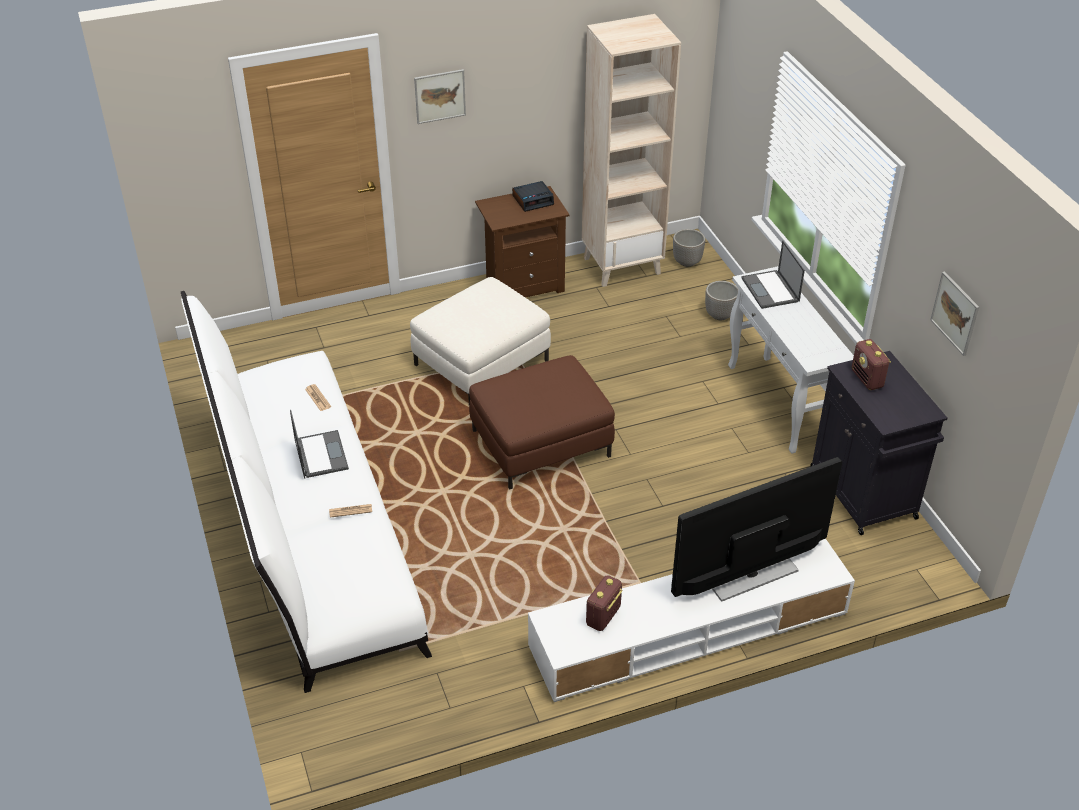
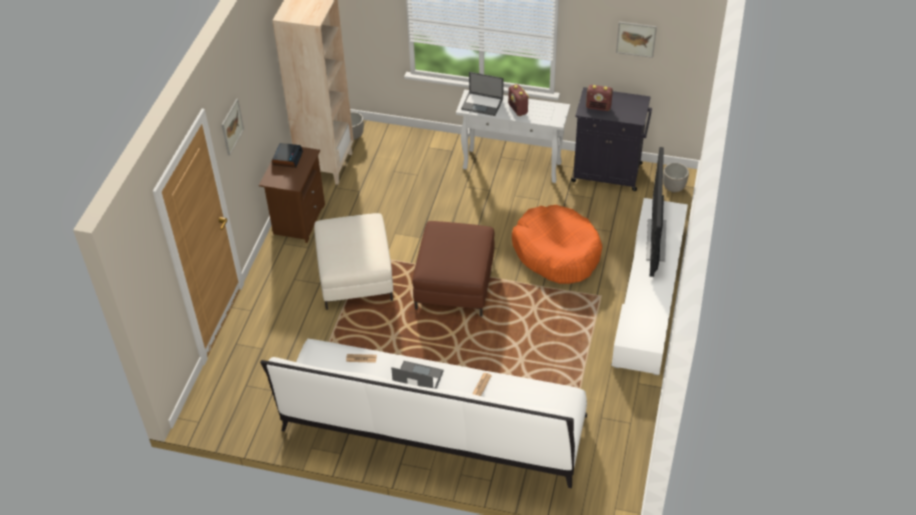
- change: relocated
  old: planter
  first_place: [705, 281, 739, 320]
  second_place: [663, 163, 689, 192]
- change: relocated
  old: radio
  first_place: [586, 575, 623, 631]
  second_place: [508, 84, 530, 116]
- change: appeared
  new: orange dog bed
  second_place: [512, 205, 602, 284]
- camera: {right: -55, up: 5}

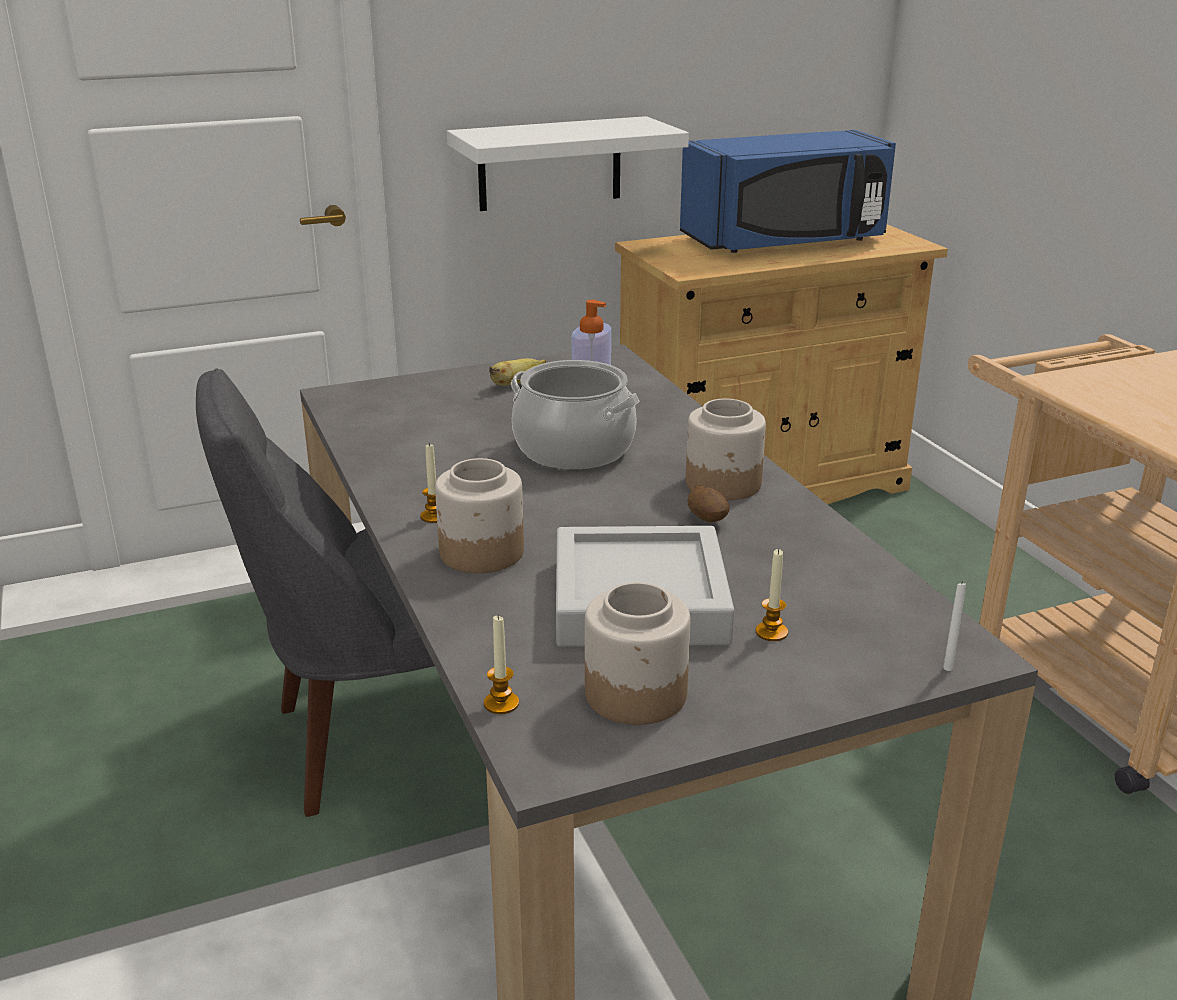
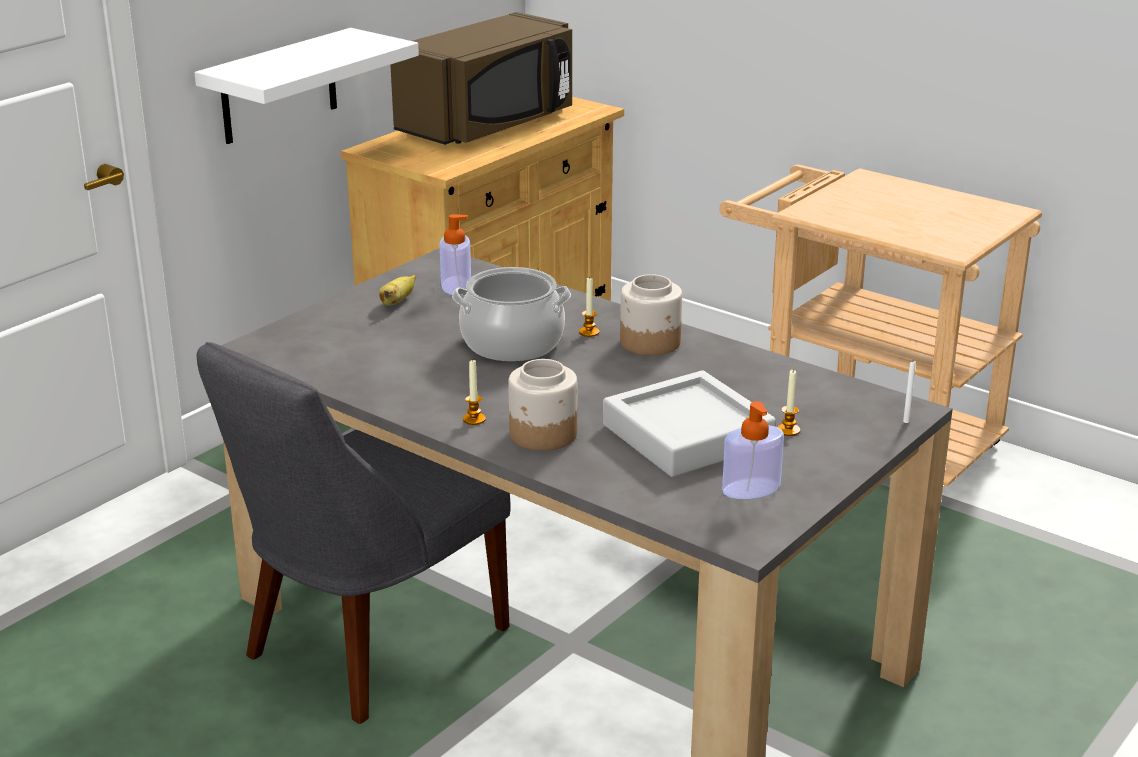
- change: colour
  old: blue microwave
  new: brown microwave
  first_place: [680, 130, 896, 253]
  second_place: [390, 12, 572, 145]
- change: missing
  old: potato
  first_place: [688, 485, 730, 522]
- change: exchanged
  old: jar
  new: soap dispenser
  first_place: [585, 582, 691, 725]
  second_place: [722, 401, 784, 499]
- change: relocated
  old: candle
  first_place: [484, 616, 519, 714]
  second_place: [579, 276, 599, 337]
- camera: {right: -30, up: 0}

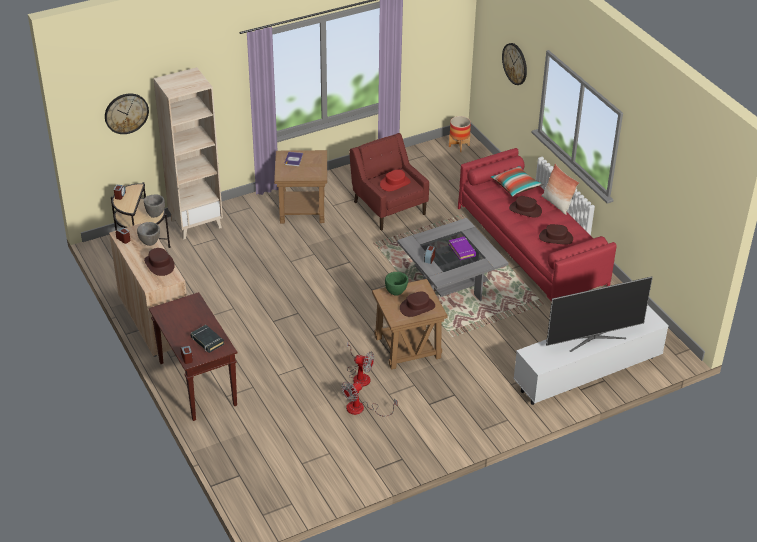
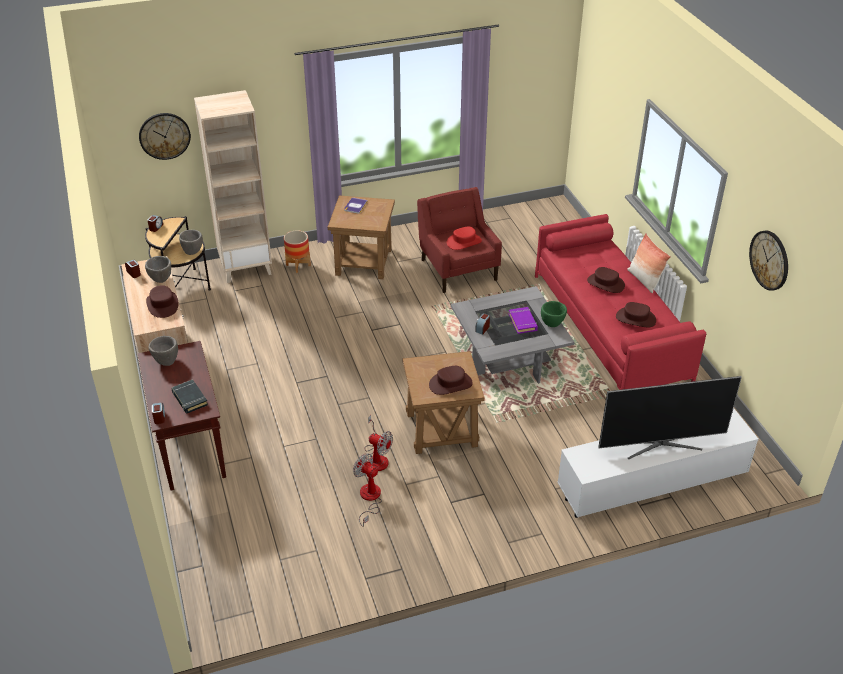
- change: relocated
  old: wall clock
  first_place: [502, 43, 527, 85]
  second_place: [749, 231, 788, 291]
- change: relocated
  old: planter
  first_place: [449, 116, 471, 152]
  second_place: [284, 230, 311, 273]
- change: missing
  old: pillow
  first_place: [491, 166, 543, 197]
- change: relocated
  old: green bowl
  first_place: [385, 272, 408, 296]
  second_place: [541, 301, 567, 327]
- change: spun
  old: fan
  first_place: [342, 381, 398, 416]
  second_place: [353, 454, 382, 527]
  degrees: 75
- change: appeared
  new: grey bowl
  second_place: [149, 336, 178, 366]
- camera: {right: 10, up: 0}

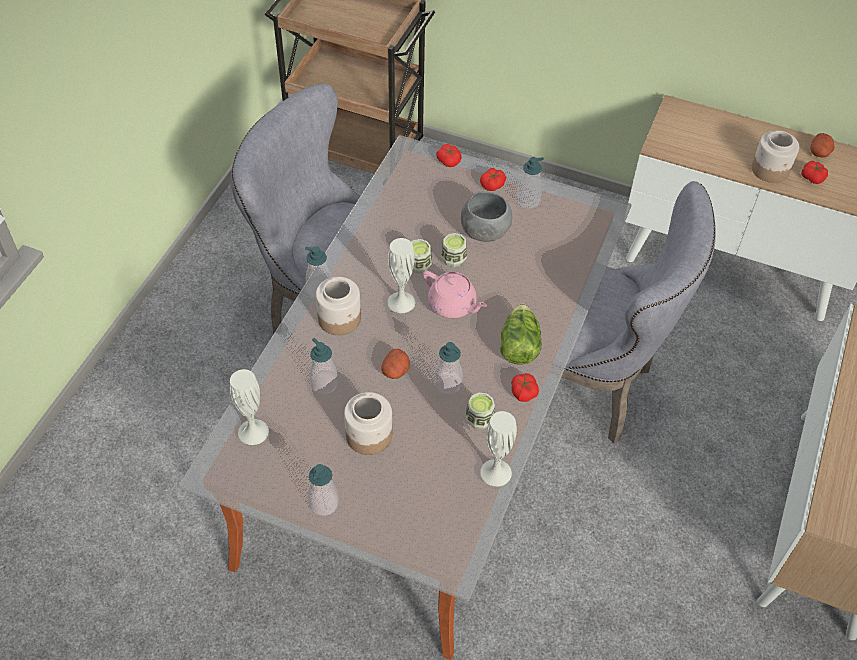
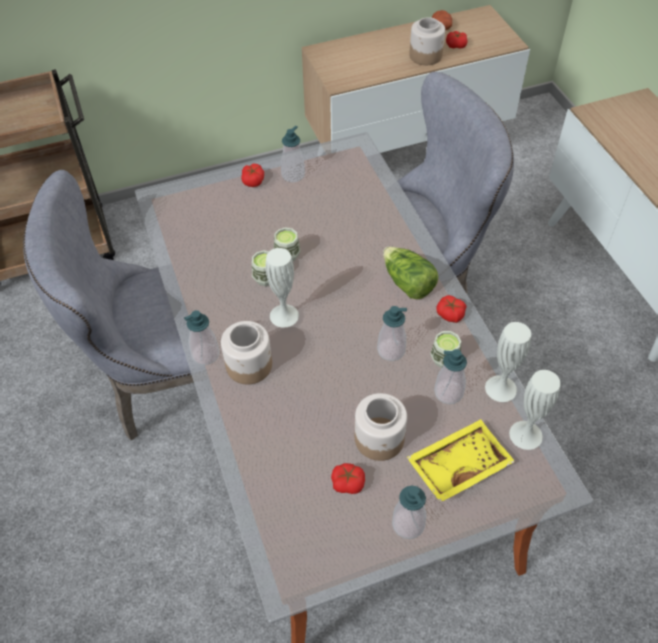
- change: relocated
  old: tomato
  first_place: [436, 144, 462, 167]
  second_place: [331, 463, 365, 494]
- change: missing
  old: grey bowl
  first_place: [461, 191, 512, 242]
- change: missing
  old: pink teapot
  first_place: [423, 271, 487, 319]
- change: relocated
  old: soap dispenser
  first_place: [310, 338, 338, 394]
  second_place: [434, 349, 467, 404]
- change: missing
  old: potato
  first_place: [381, 349, 410, 379]
- change: relocated
  old: white vase
  first_place: [229, 369, 269, 445]
  second_place: [509, 370, 561, 450]
- change: appeared
  new: yellow tray
  second_place: [407, 419, 515, 503]
- camera: {right: -40, up: 0}

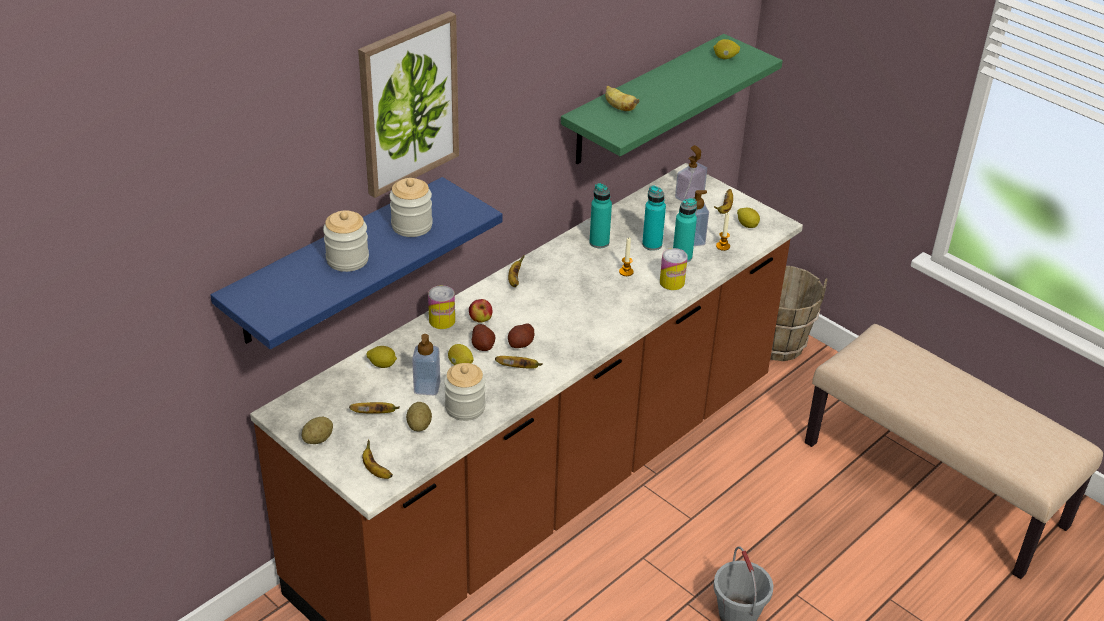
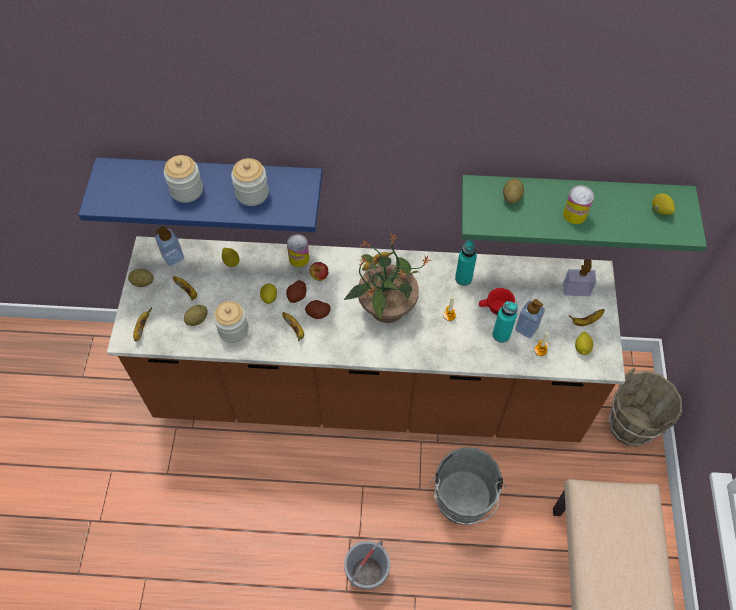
- change: missing
  old: picture
  first_place: [358, 11, 459, 198]
- change: exchanged
  old: banana
  new: potato
  first_place: [605, 86, 639, 111]
  second_place: [503, 178, 524, 204]
- change: exchanged
  old: turquoise bottle
  new: red cup
  first_place: [642, 185, 666, 251]
  second_place: [479, 288, 515, 315]
- change: relocated
  old: can
  first_place: [660, 248, 688, 290]
  second_place: [563, 185, 594, 224]
- change: relocated
  old: soap dispenser
  first_place: [412, 334, 440, 395]
  second_place: [155, 226, 184, 266]
- change: appeared
  new: potted plant
  second_place: [344, 233, 432, 323]
- change: appeared
  new: grey bucket
  second_place: [430, 447, 506, 525]
- camera: {right: 50, up: 20}

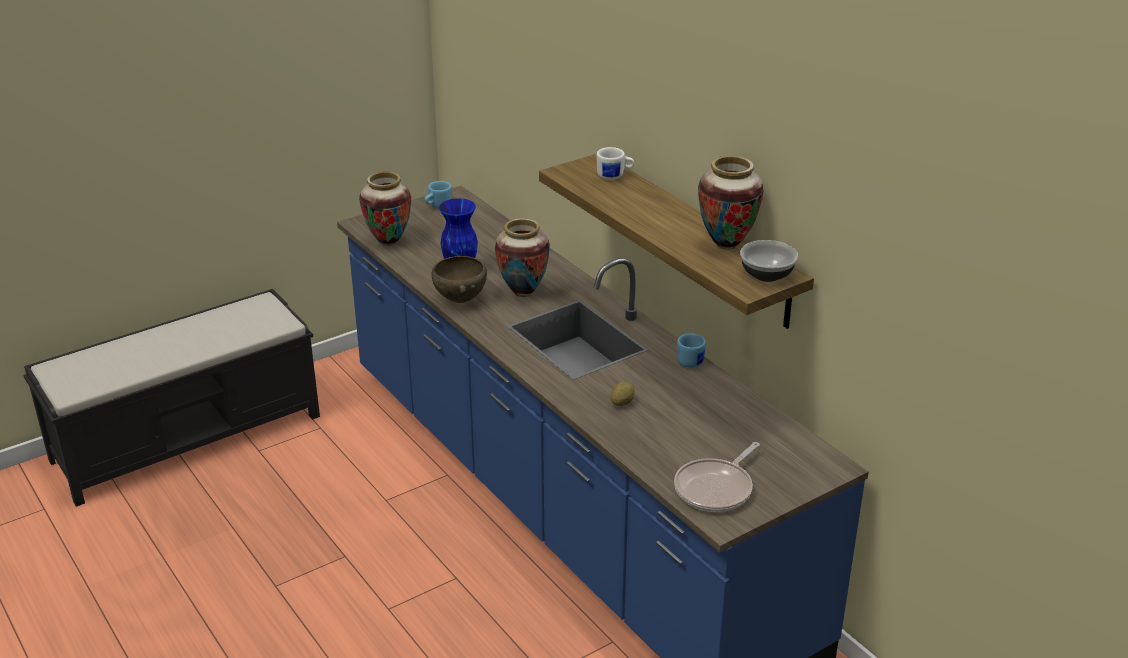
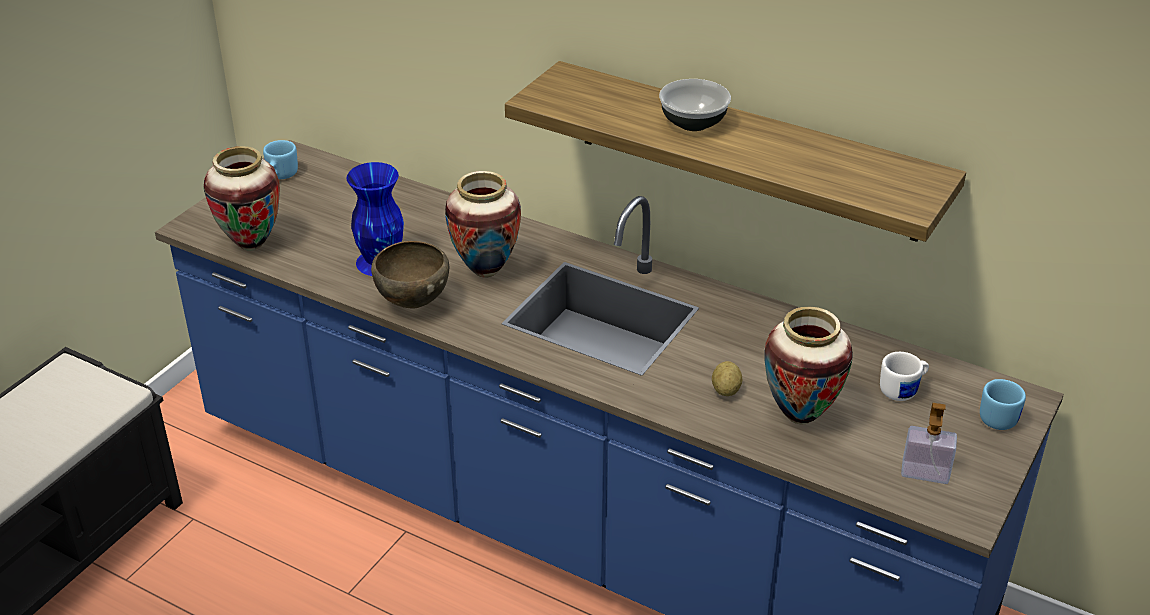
- change: relocated
  old: white mug
  first_place: [596, 147, 634, 180]
  second_place: [880, 352, 929, 401]
- change: relocated
  old: vase
  first_place: [698, 156, 764, 250]
  second_place: [765, 306, 853, 425]
- change: relocated
  old: bowl
  first_place: [740, 240, 798, 282]
  second_place: [659, 79, 731, 131]
- change: relocated
  old: blue mug
  first_place: [677, 333, 706, 368]
  second_place: [980, 379, 1026, 430]
- change: exchanged
  old: frying pan
  new: soap dispenser
  first_place: [674, 442, 760, 512]
  second_place: [901, 403, 957, 484]
- camera: {right: -25, up: 5}

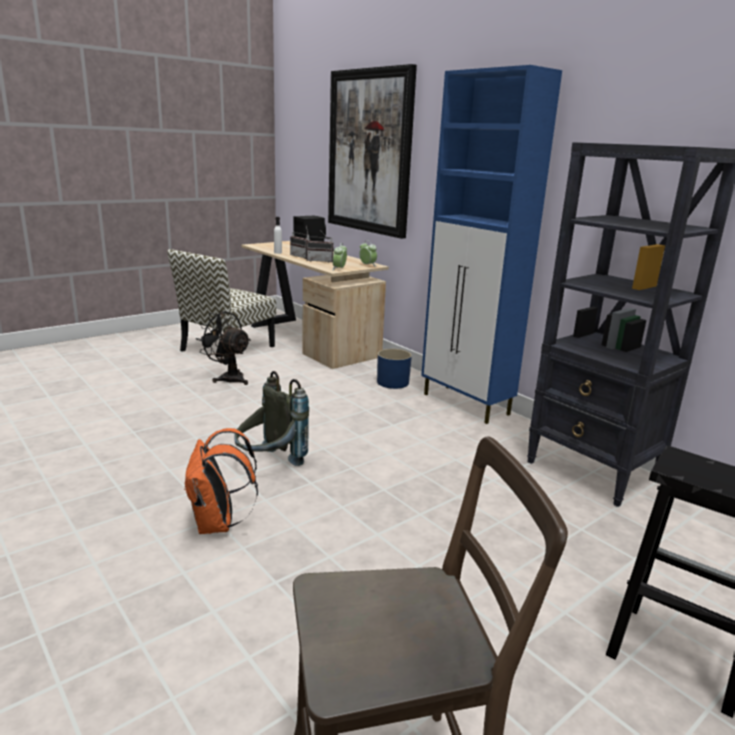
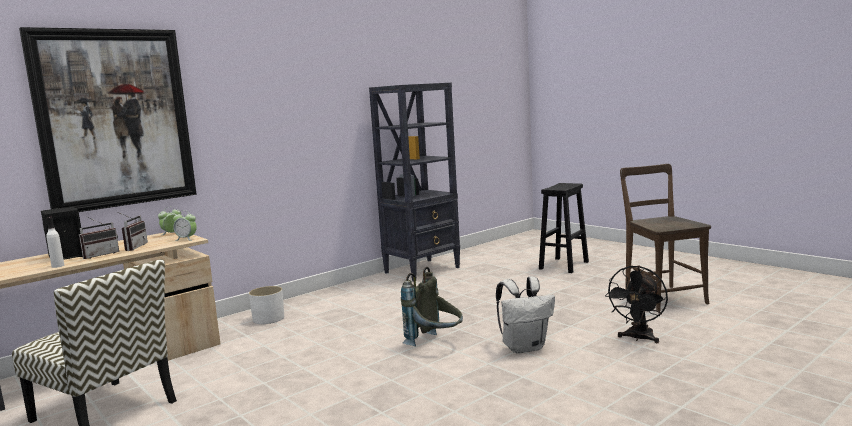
- change: missing
  old: blue cabinet
  first_place: [421, 65, 562, 424]
- change: relocated
  old: black fan
  first_place: [196, 311, 251, 385]
  second_place: [605, 266, 668, 343]
- change: colour
  old: blue planter
  new: white planter
  first_place: [377, 349, 412, 389]
  second_place: [249, 286, 284, 324]
- change: colour
  old: orange backpack
  new: white backpack
  first_place: [184, 428, 258, 534]
  second_place: [496, 276, 555, 354]
- camera: {right: -90, up: -10}

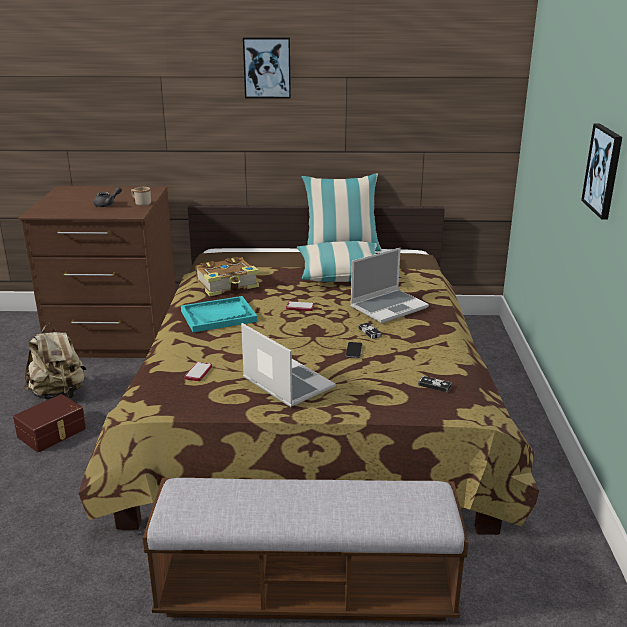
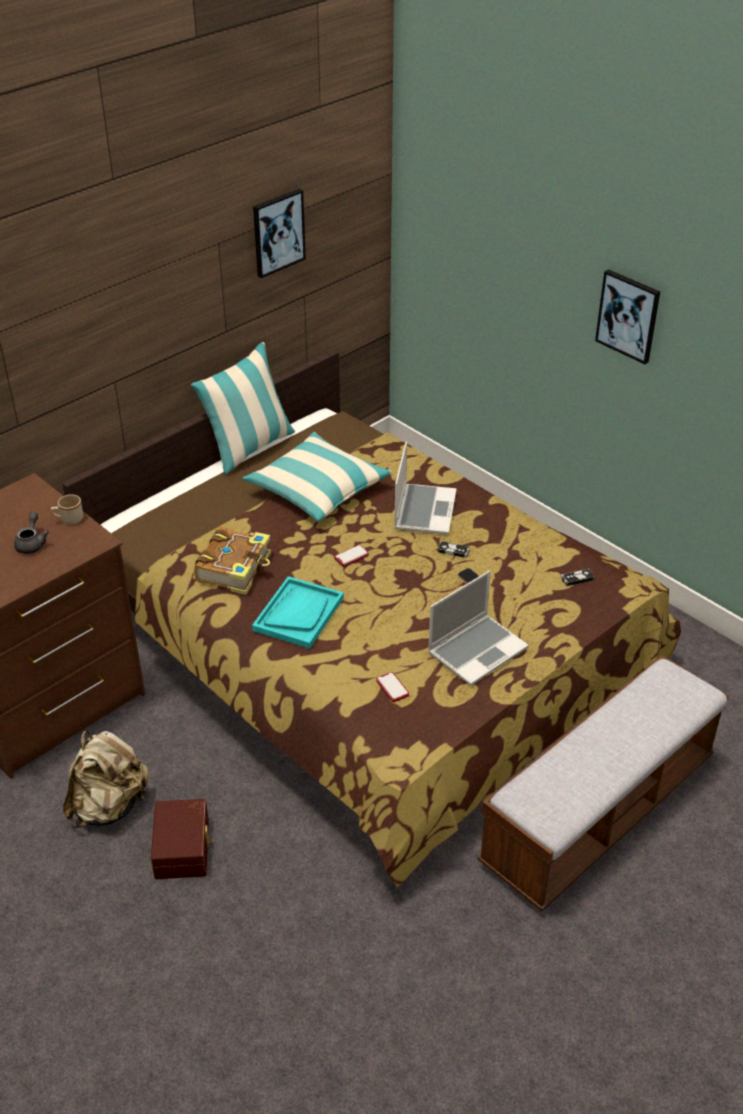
- change: relocated
  old: picture
  first_place: [243, 37, 291, 99]
  second_place: [253, 189, 306, 278]
- change: spun
  old: laptop
  first_place: [241, 323, 336, 407]
  second_place: [428, 570, 529, 686]
  degrees: 135
- camera: {right: -45, up: 15}

